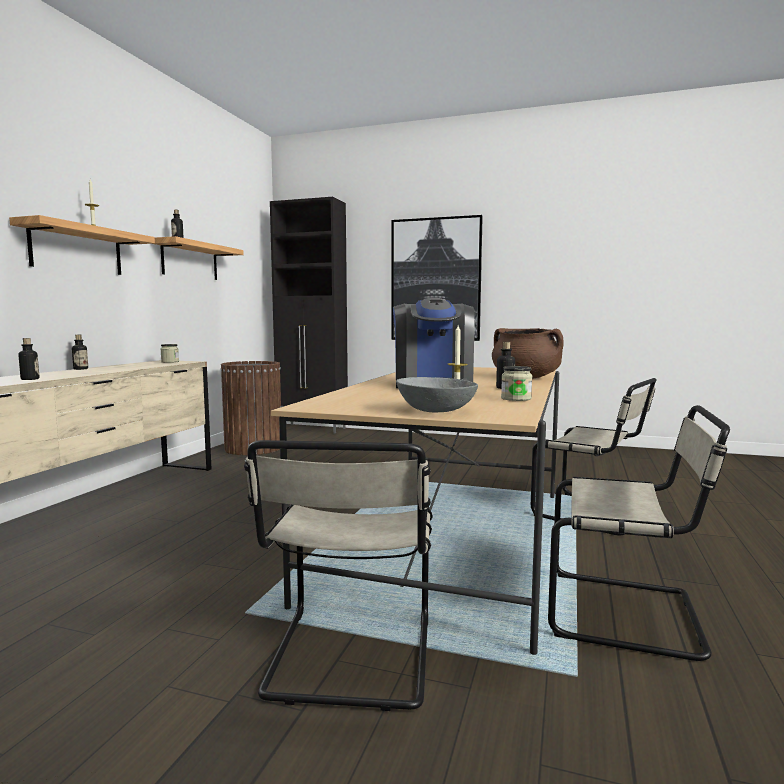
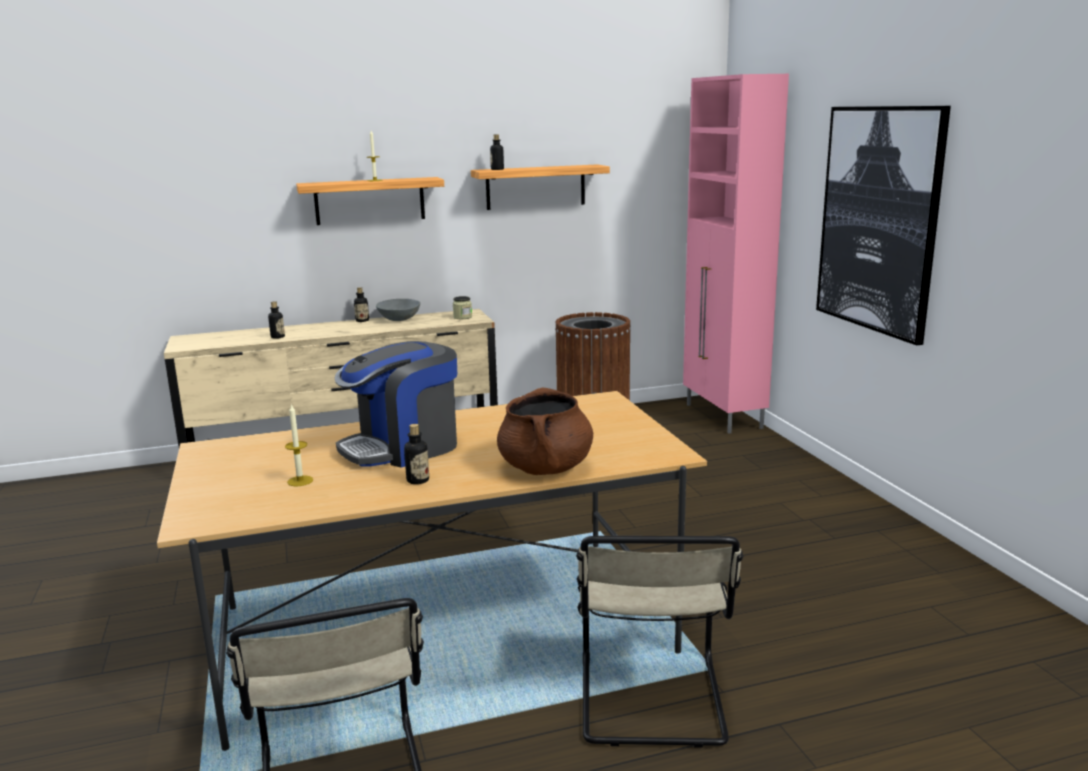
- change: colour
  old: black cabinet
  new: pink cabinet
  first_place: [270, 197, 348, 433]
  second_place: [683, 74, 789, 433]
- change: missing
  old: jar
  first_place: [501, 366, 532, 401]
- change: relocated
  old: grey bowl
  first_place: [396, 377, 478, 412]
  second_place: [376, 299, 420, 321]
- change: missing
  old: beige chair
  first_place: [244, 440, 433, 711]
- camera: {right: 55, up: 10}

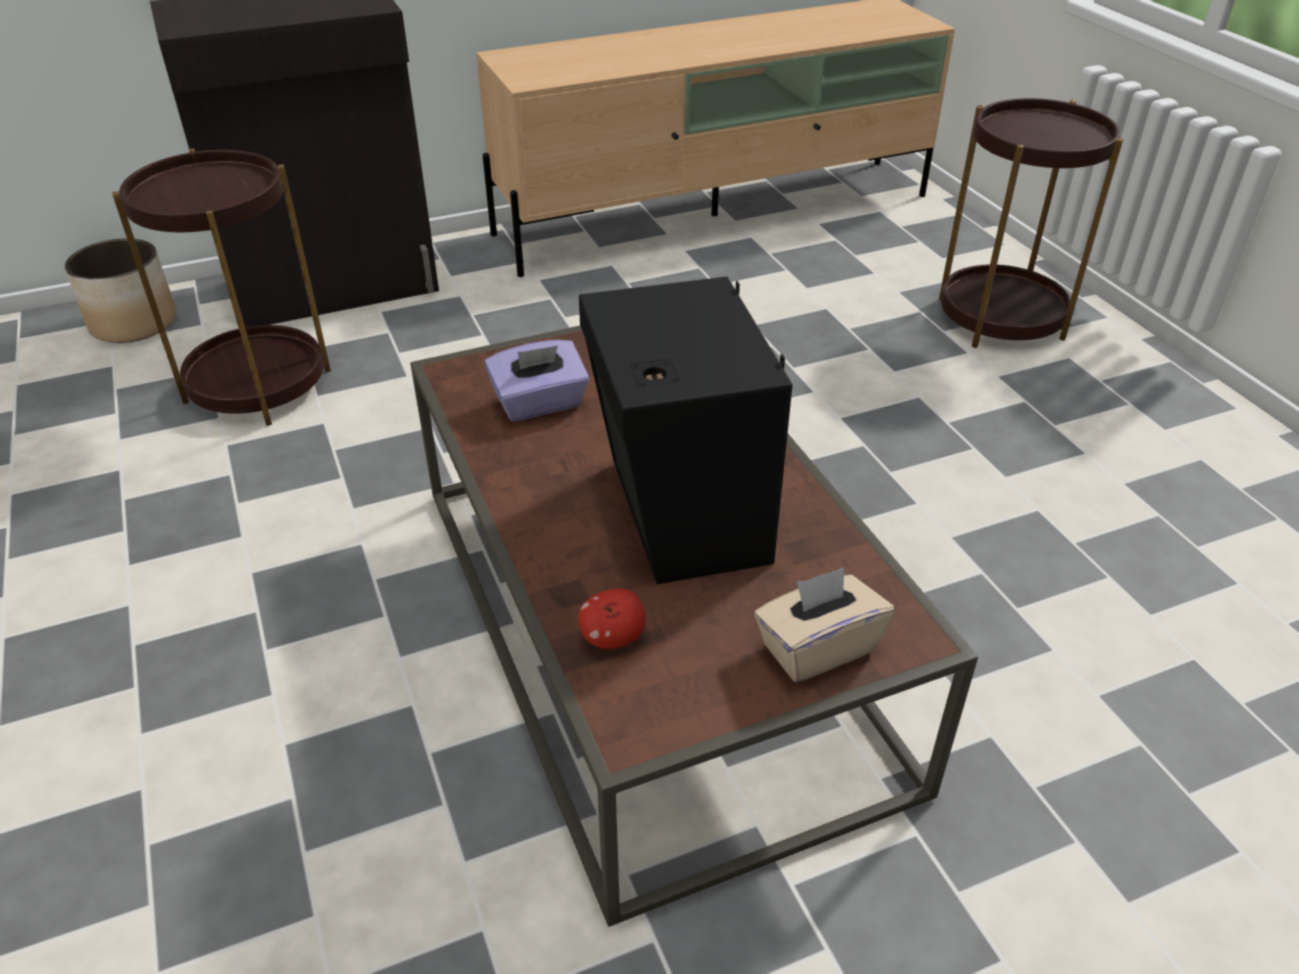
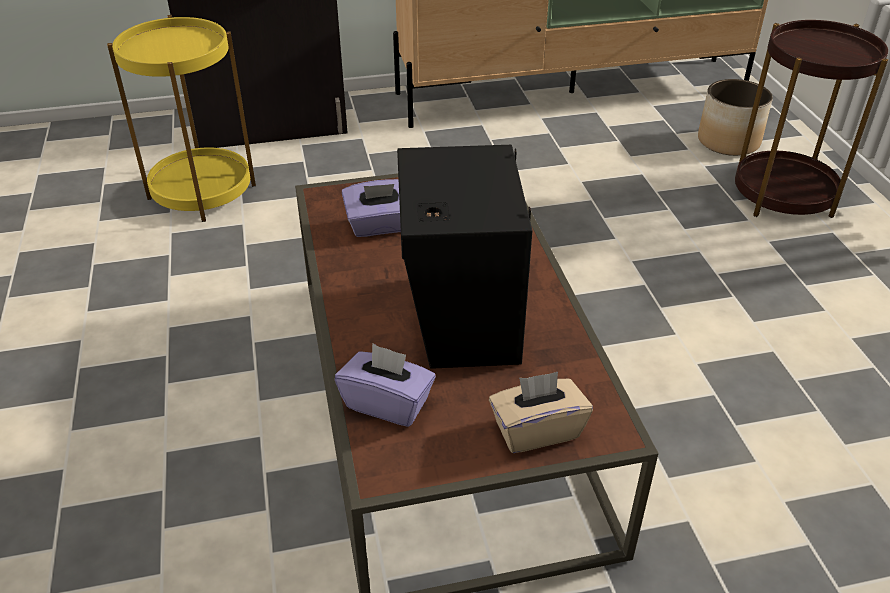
- change: colour
  old: brown side table
  new: yellow side table
  first_place: [112, 148, 331, 426]
  second_place: [107, 15, 256, 222]
- change: relocated
  old: planter
  first_place: [65, 238, 176, 343]
  second_place: [698, 79, 773, 156]
- change: exchanged
  old: apple
  new: purple tissue box
  first_place: [578, 588, 645, 649]
  second_place: [335, 343, 436, 427]
- camera: {right: 10, up: 0}

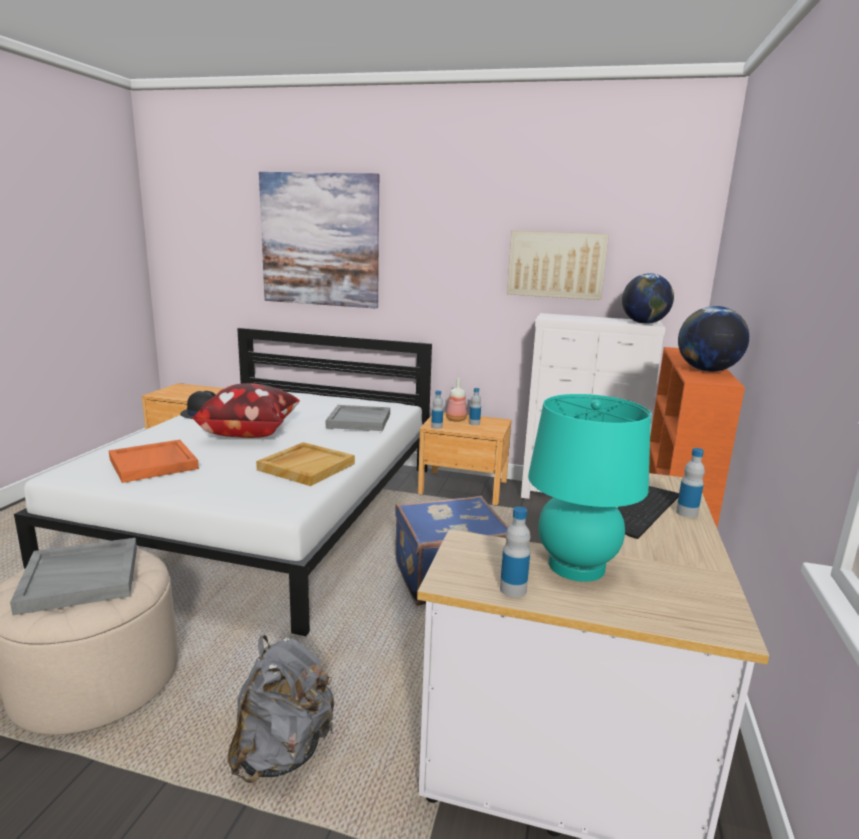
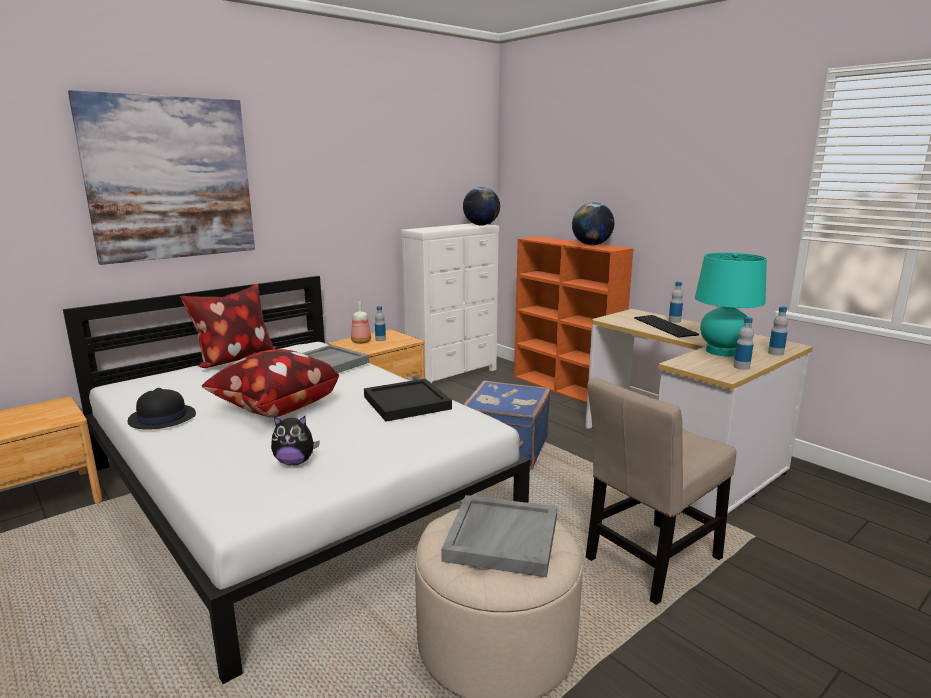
- change: missing
  old: picture
  first_place: [507, 231, 609, 300]
- change: relocated
  old: bottle
  first_place: [431, 390, 443, 429]
  second_place: [768, 306, 788, 356]
- change: exchanged
  old: orange tray
  new: plush toy
  first_place: [109, 440, 199, 483]
  second_place: [271, 416, 320, 466]
- change: colour
  old: beige tray
  new: black tray
  first_place: [256, 442, 355, 486]
  second_place: [364, 379, 452, 422]
- change: exchanged
  old: grey backpack
  new: beige chair
  first_place: [227, 635, 334, 783]
  second_place: [586, 377, 736, 605]
- change: appeared
  new: pillow
  second_place: [180, 284, 276, 368]
- camera: {right: -55, up: 0}

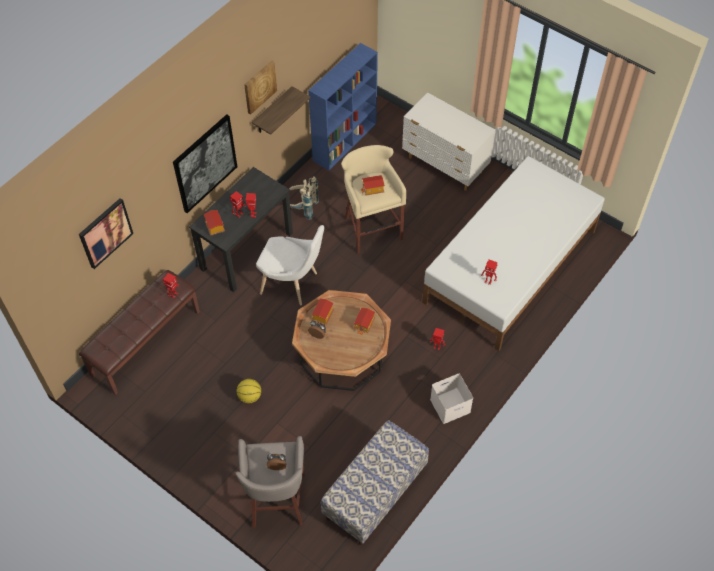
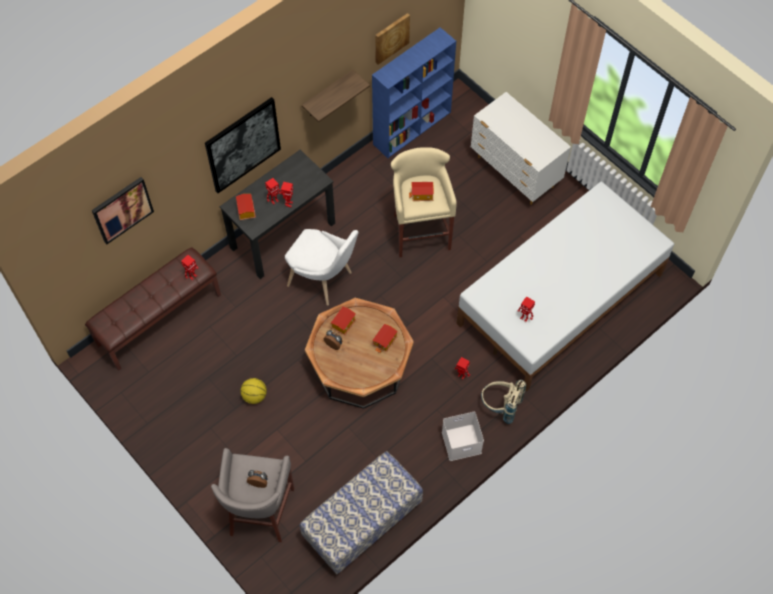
- change: relocated
  old: picture
  first_place: [244, 61, 277, 115]
  second_place: [375, 13, 410, 65]
- change: relocated
  old: beige backpack
  first_place: [289, 176, 319, 220]
  second_place: [481, 380, 526, 424]
- camera: {right: 10, up: 5}

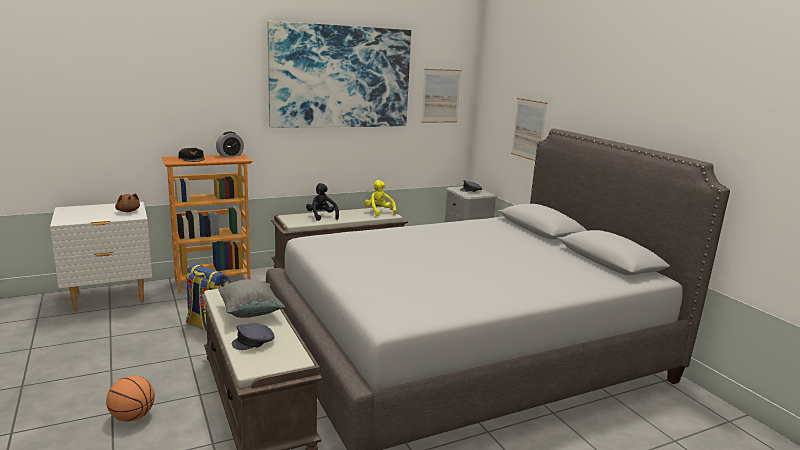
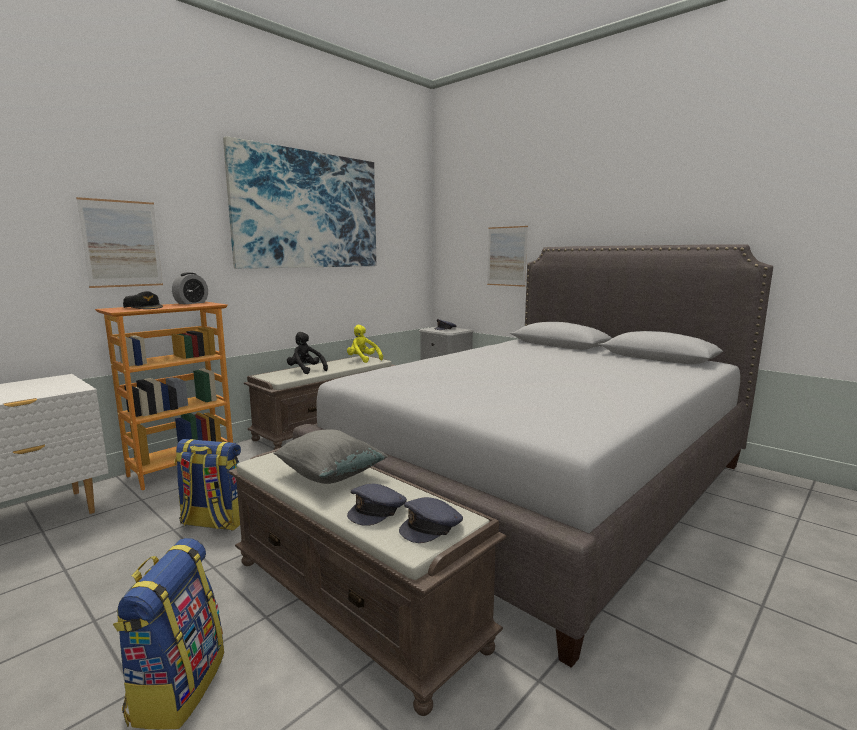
- change: relocated
  old: picture
  first_place: [421, 69, 461, 123]
  second_place: [76, 197, 163, 288]
- change: missing
  old: brown plush toy
  first_place: [115, 194, 140, 212]
- change: exchanged
  old: basketball
  new: backpack
  first_place: [106, 376, 155, 421]
  second_place: [113, 538, 224, 730]
- change: appeared
  new: grey cap
  second_place: [399, 497, 463, 543]
- camera: {right: -20, up: -5}

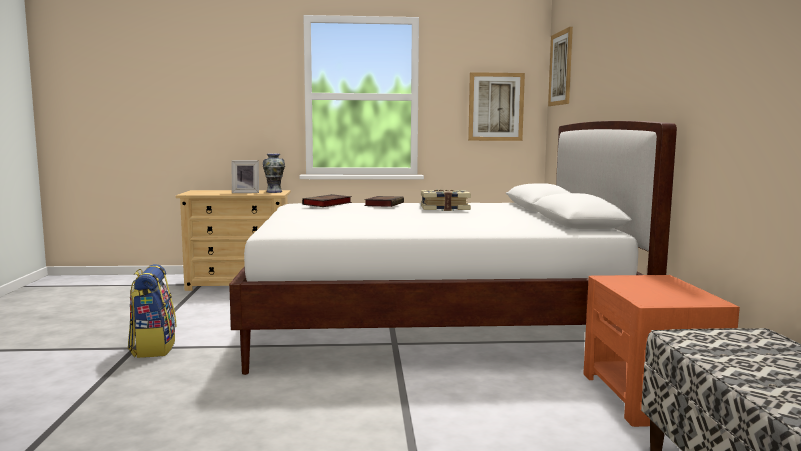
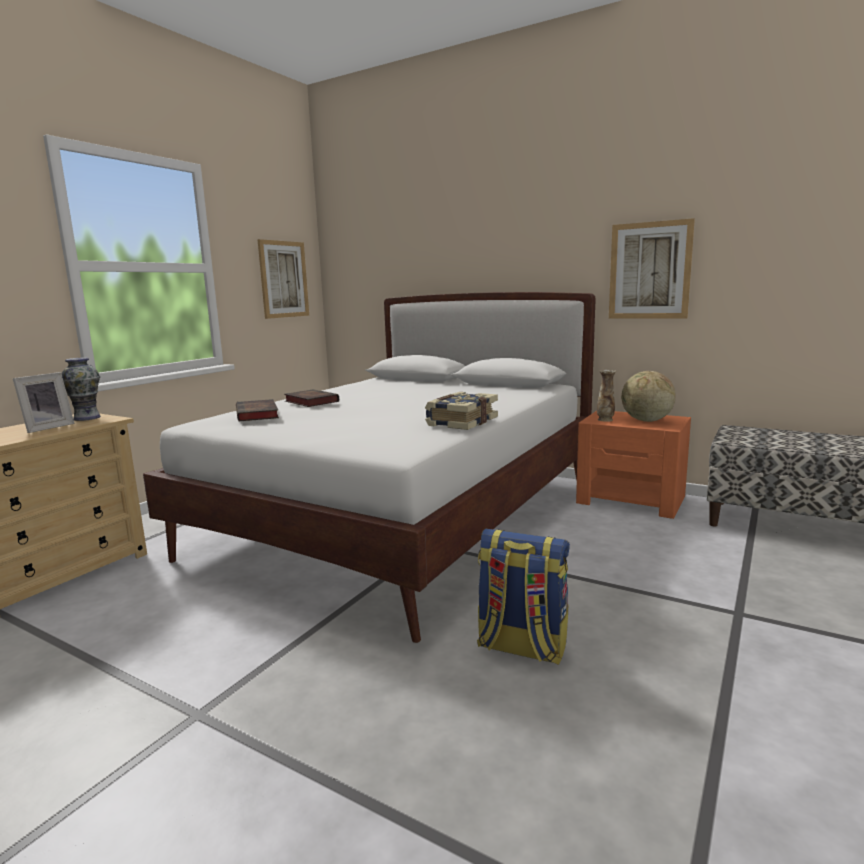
- change: relocated
  old: picture
  first_place: [548, 27, 573, 106]
  second_place: [609, 218, 695, 319]
- change: relocated
  old: book
  first_place: [421, 189, 471, 211]
  second_place: [425, 392, 498, 430]
- change: relocated
  old: backpack
  first_place: [128, 264, 176, 358]
  second_place: [477, 529, 570, 665]
- change: appeared
  new: vase
  second_place: [597, 370, 616, 422]
- change: appeared
  new: globe
  second_place: [621, 371, 676, 422]
- camera: {right: -55, up: 5}

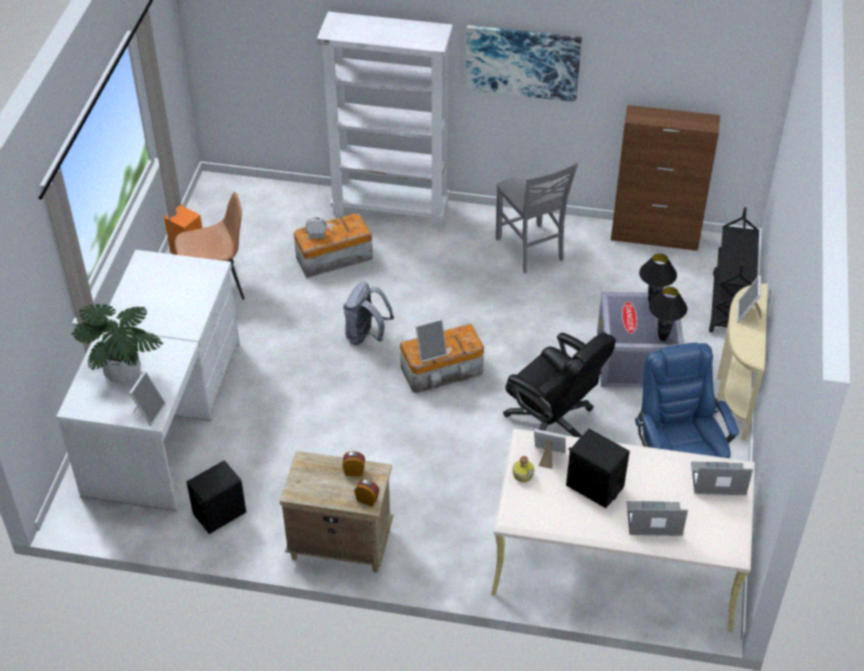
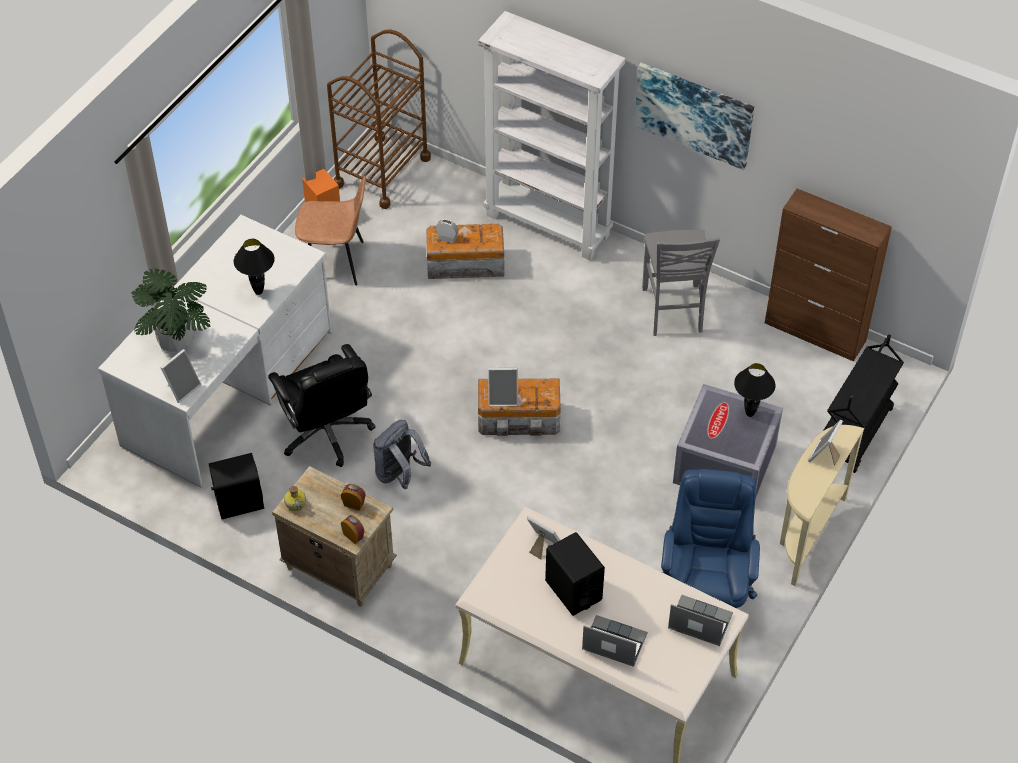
- change: relocated
  old: grey backpack
  first_place: [343, 282, 394, 345]
  second_place: [373, 420, 431, 489]
- change: relocated
  old: black table lamp
  first_place: [649, 287, 687, 341]
  second_place: [234, 239, 275, 295]
- change: relocated
  old: black office chair
  first_place: [503, 332, 616, 438]
  second_place: [268, 344, 376, 467]
- change: relocated
  old: bottle
  first_place: [512, 456, 534, 482]
  second_place: [284, 486, 306, 512]
- change: appeared
  new: brown cart
  second_place: [327, 30, 431, 209]
- camera: {right: 20, up: 5}

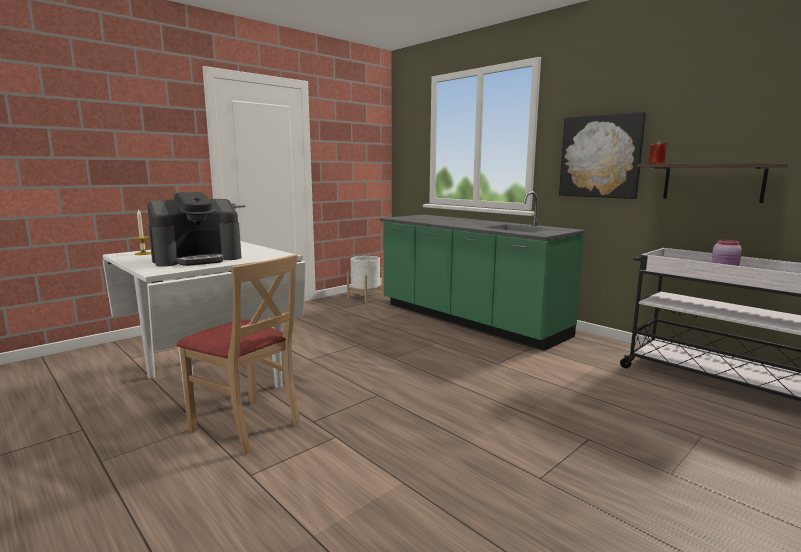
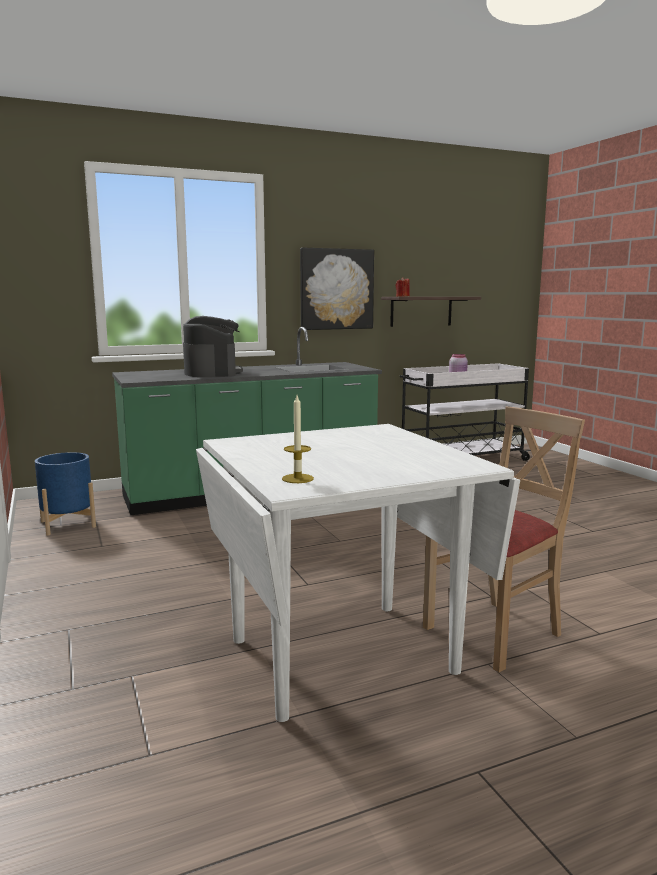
- change: relocated
  old: coffee machine
  first_place: [147, 192, 242, 267]
  second_place: [183, 316, 243, 377]
- change: colour
  old: white planter
  new: blue planter
  first_place: [347, 256, 384, 302]
  second_place: [35, 452, 96, 536]
- camera: {right: -70, up: 0}

